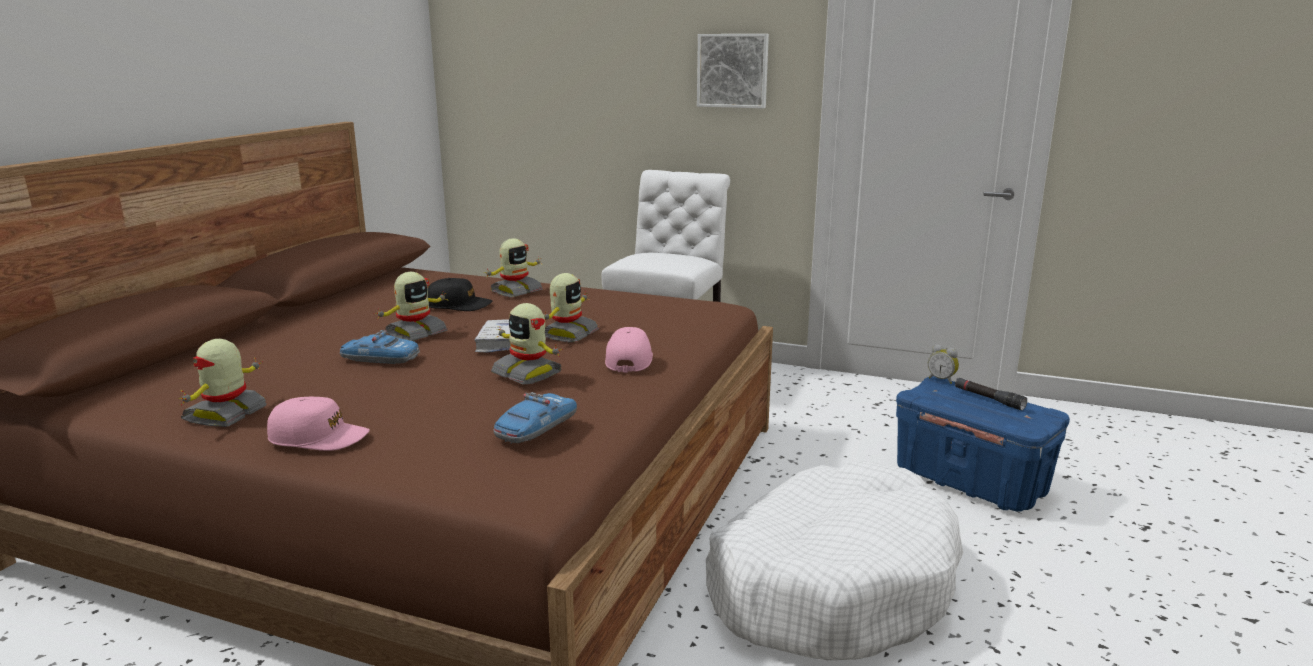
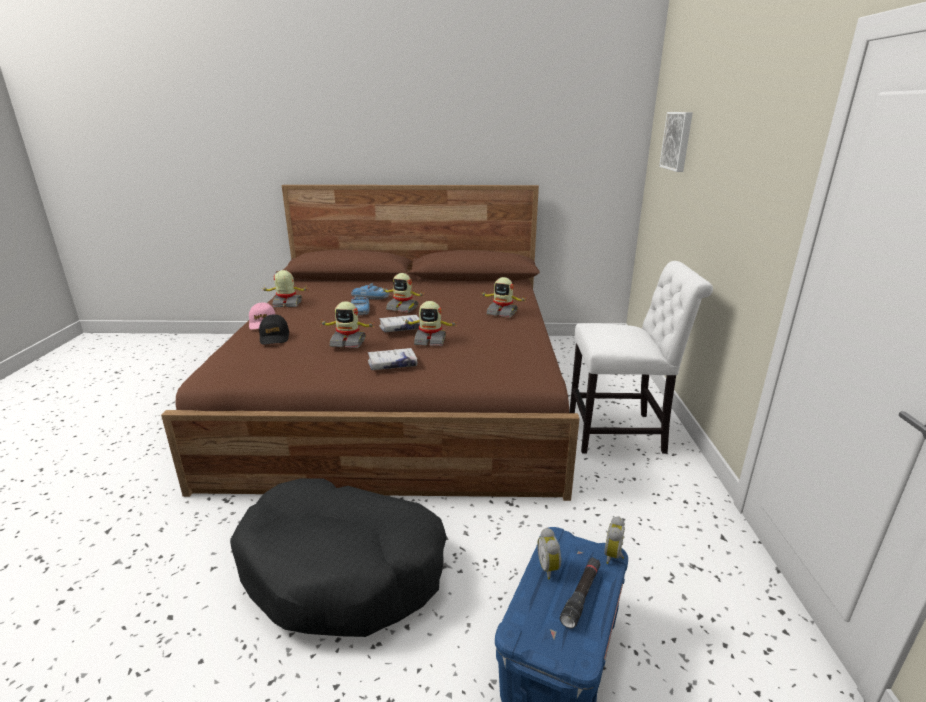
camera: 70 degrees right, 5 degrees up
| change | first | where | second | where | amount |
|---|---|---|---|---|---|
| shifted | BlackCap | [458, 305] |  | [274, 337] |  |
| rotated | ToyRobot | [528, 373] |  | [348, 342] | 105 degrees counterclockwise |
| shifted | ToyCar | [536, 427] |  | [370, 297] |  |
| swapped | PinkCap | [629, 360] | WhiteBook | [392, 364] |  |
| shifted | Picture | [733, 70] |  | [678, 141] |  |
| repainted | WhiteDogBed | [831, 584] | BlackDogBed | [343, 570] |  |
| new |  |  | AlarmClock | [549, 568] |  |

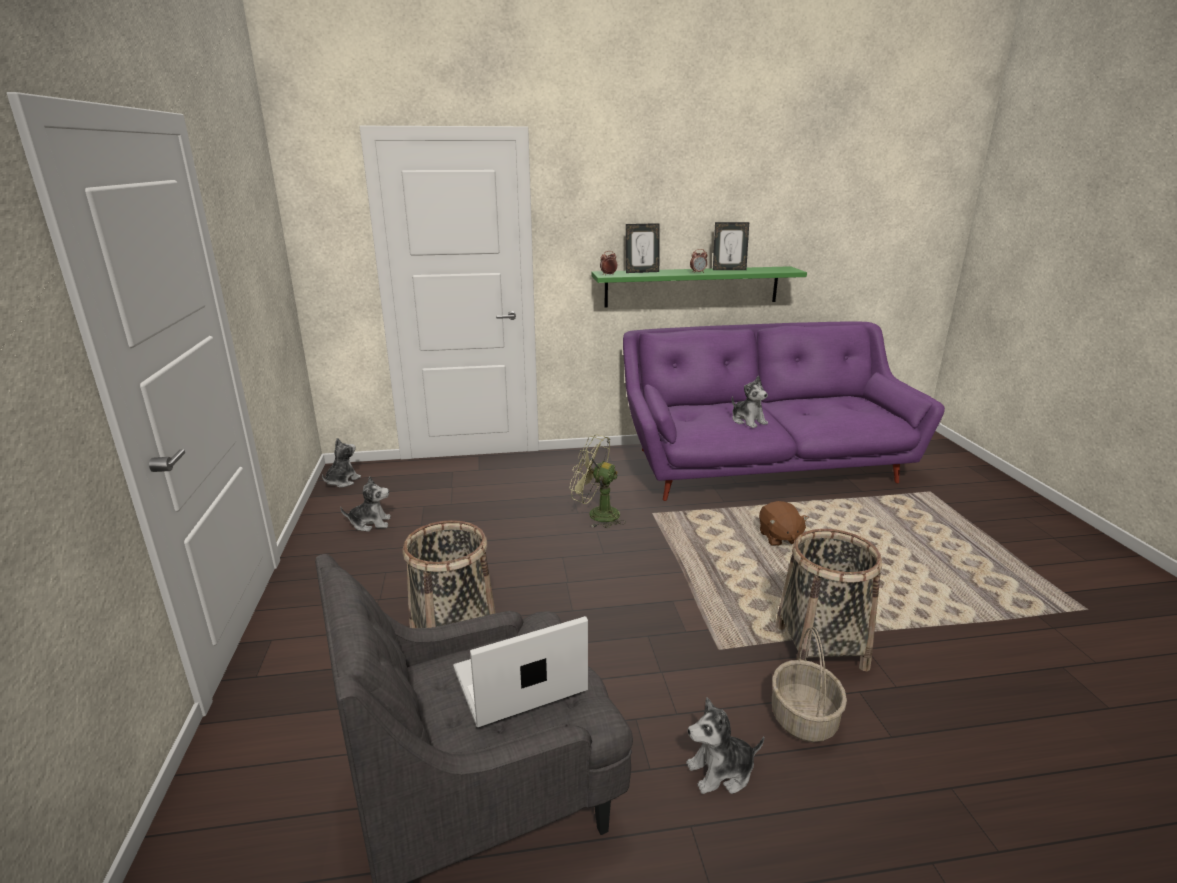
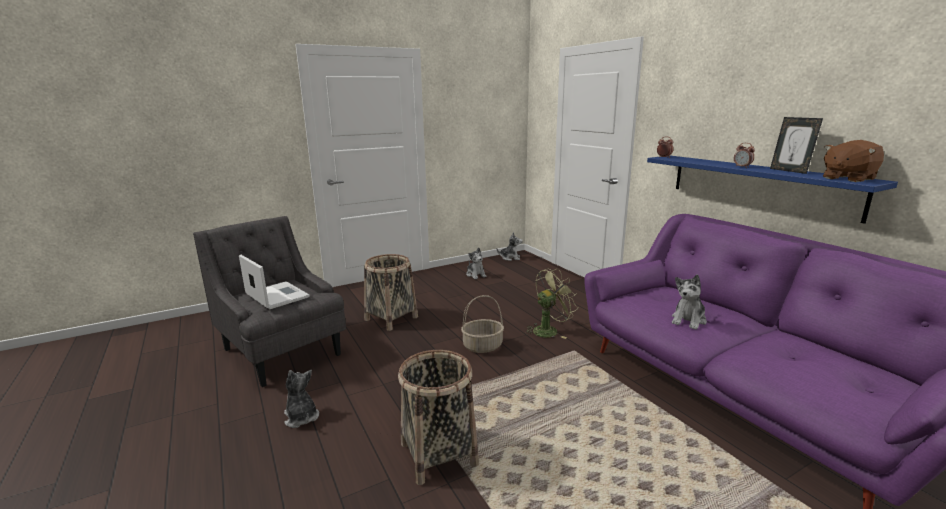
camera: 70 degrees right, 5 degrees down
| change | first | where | second | where | amount |
|---|---|---|---|---|---|
| rotated | GreenFan | [596, 514] |  | [549, 330] | 60 degrees clockwise |
| repainted | GreenShelf | [692, 286] | BlueShelf | [758, 184] |  |
| gone | PictureFrame | [641, 272] |  |  |  |
| shifted | BrownPlushToy | [779, 537] |  | [848, 178] |  |
| shifted | Basket | [804, 719] |  | [482, 346] |  |

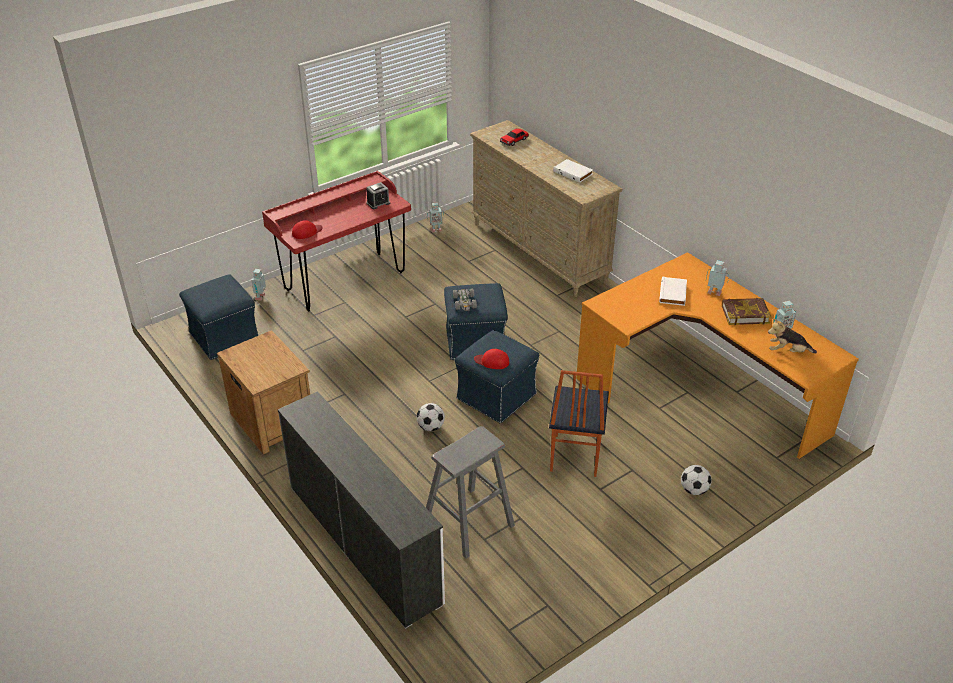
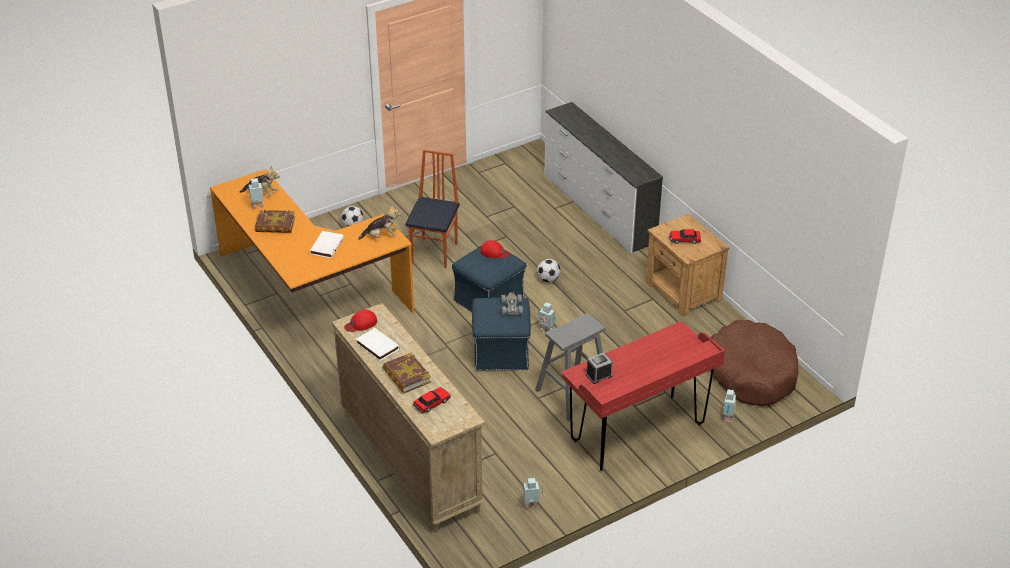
camera: 175 degrees left, 0 degrees up
| change | first | where | second | where | amount |
|---|---|---|---|---|---|
| swapped | BlueOttoman | [224, 336] | BrownDogBed | [752, 373] |  |
| shifted | RedCap | [307, 232] |  | [361, 323] |  |
| shifted | GreyStool | [468, 522] |  | [573, 395] |  |
| shifted | ToyRobot | [714, 293] |  | [546, 330] |  |
| new |  |  | PlushToy | [381, 236] |  |
| new |  |  | Book | [406, 376] |  |
| new |  |  | ToyCar | [684, 239] |  |

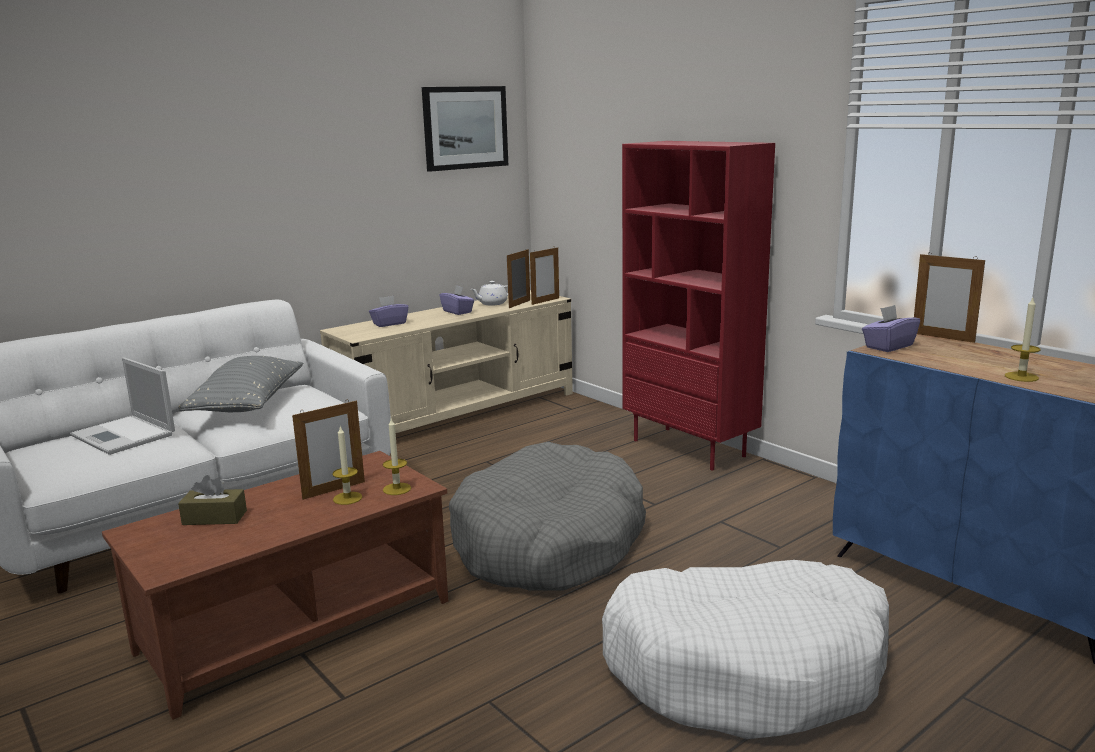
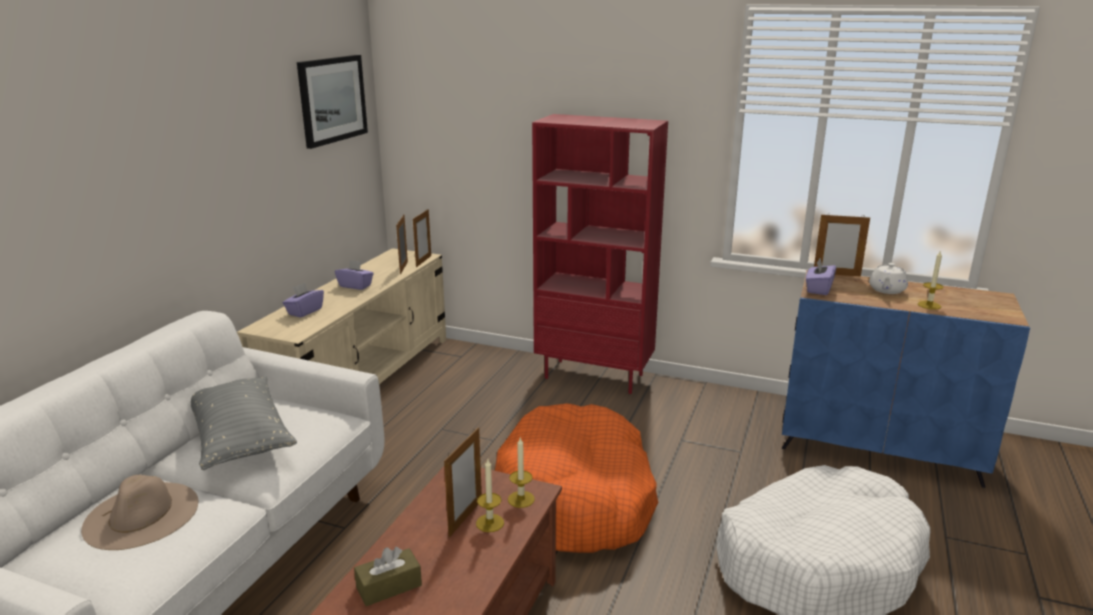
camera: 30 degrees left, 5 degrees up
| change | first | where | second | where | amount |
|---|---|---|---|---|---|
| swapped | Laptop | [124, 435] | BeigeHat | [142, 515] |  |
| repainted | GreyDogBed | [548, 542] | OrangeDogBed | [577, 497] |  |
| shifted | WhiteTeapot | [492, 303] |  | [886, 290] |  |

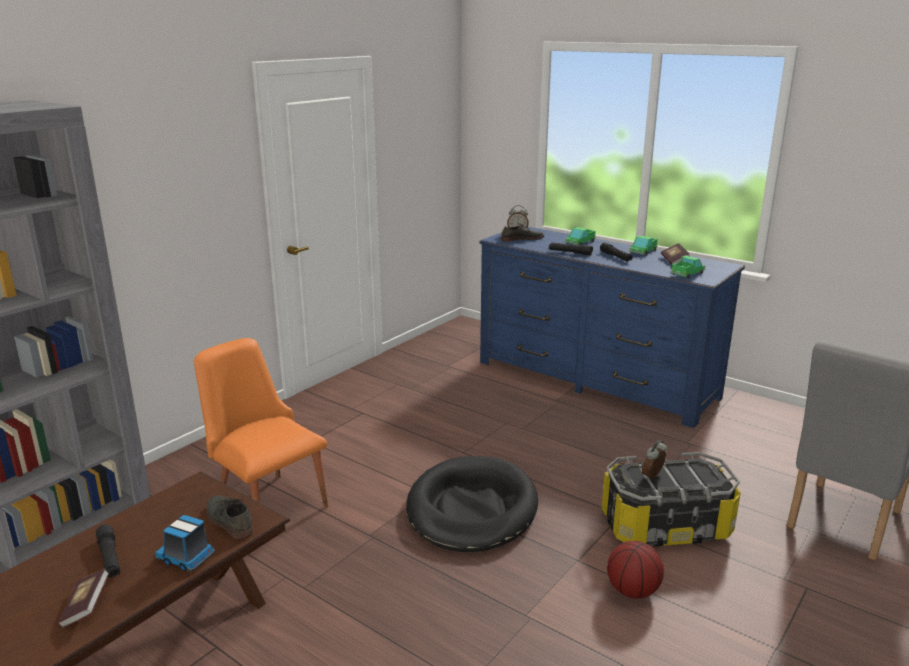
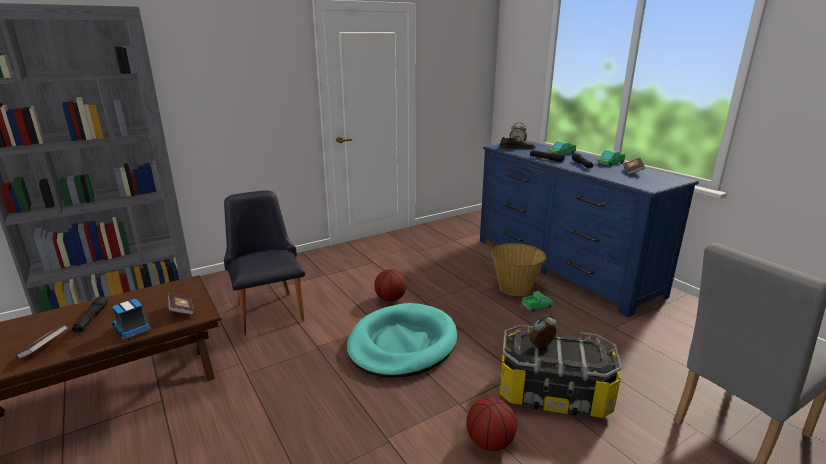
camera: 20 degrees right, 0 degrees up
| change | first | where | second | where | amount |
|---|---|---|---|---|---|
| repainted | OrangeChair | [266, 501] | BlackChair | [269, 308] |  |
| swapped | GreyShoe | [228, 520] | Book | [182, 310] |  |
| repainted | BlackDogBed | [471, 509] | TurquoiseDogBed | [402, 344] |  |
| shifted | ToyTruck | [687, 274] |  | [537, 306] |  |
| new |  |  | Basketball | [391, 299] |  |
| new |  |  | Basket | [515, 288] |  |

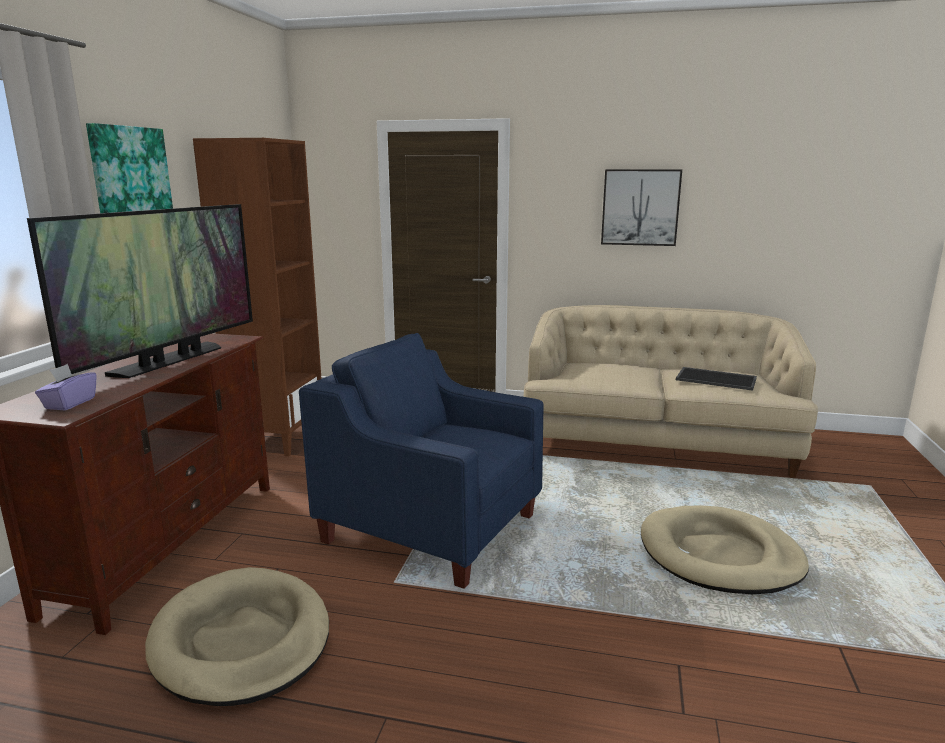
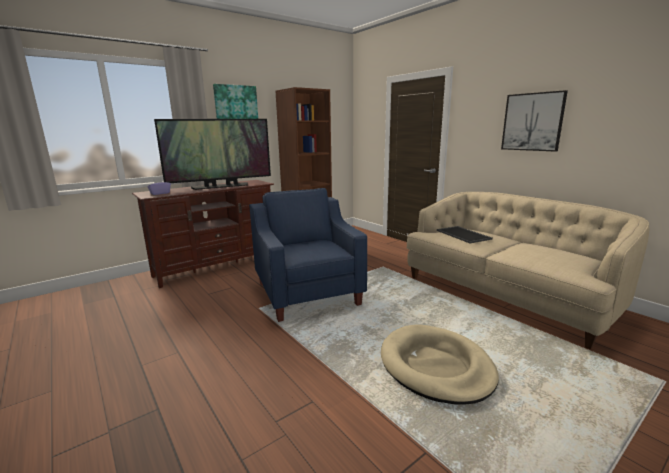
camera: 40 degrees right, 0 degrees up
| change | first | where | second | where | amount |
|---|---|---|---|---|---|
| gone | BeigeDogBed | [241, 640] |  |  |  |
| shifted | Tray | [717, 379] |  | [464, 235] |  |

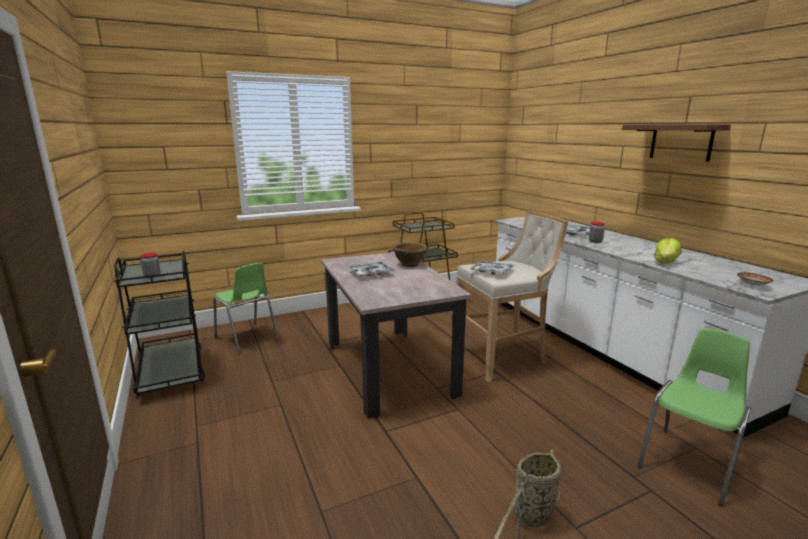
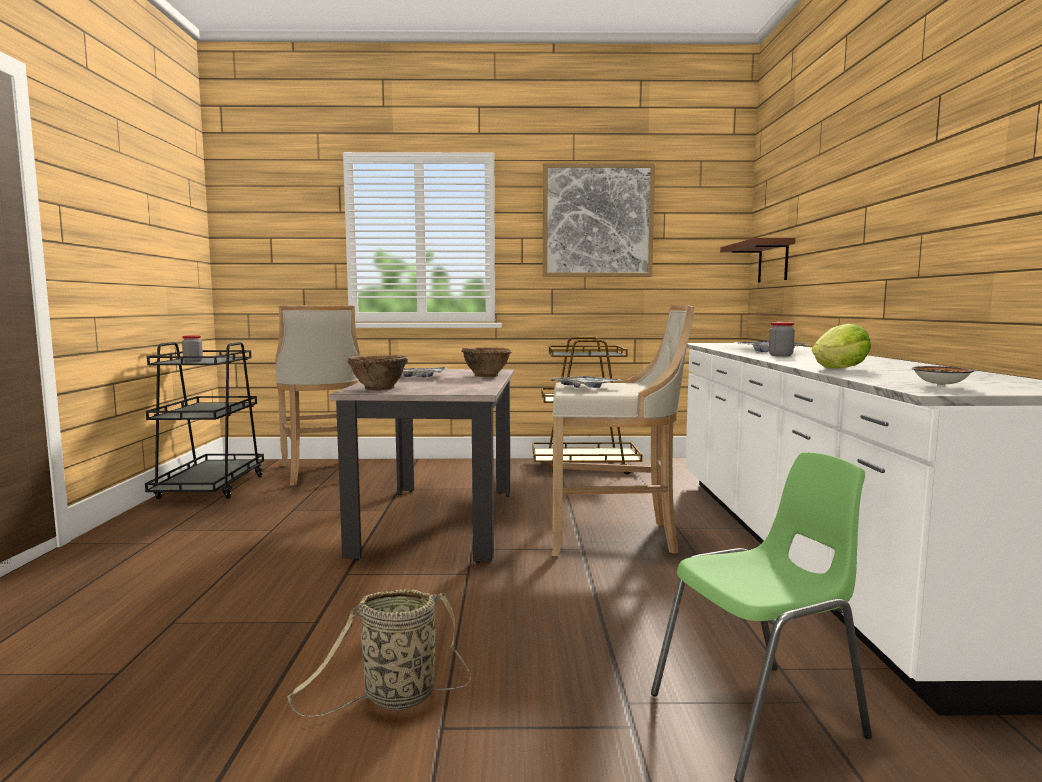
camera: 25 degrees right, 10 degrees down
| change | first | where | second | where | amount |
|---|---|---|---|---|---|
| swapped | GreenChair | [247, 338] | BeigeStool | [322, 473] |  |
| shifted | BrownShelf | [681, 142] |  | [773, 262] |  |
| new |  |  | BrownBowl | [378, 389] |  |
| new |  |  | Picture | [597, 221] |  |

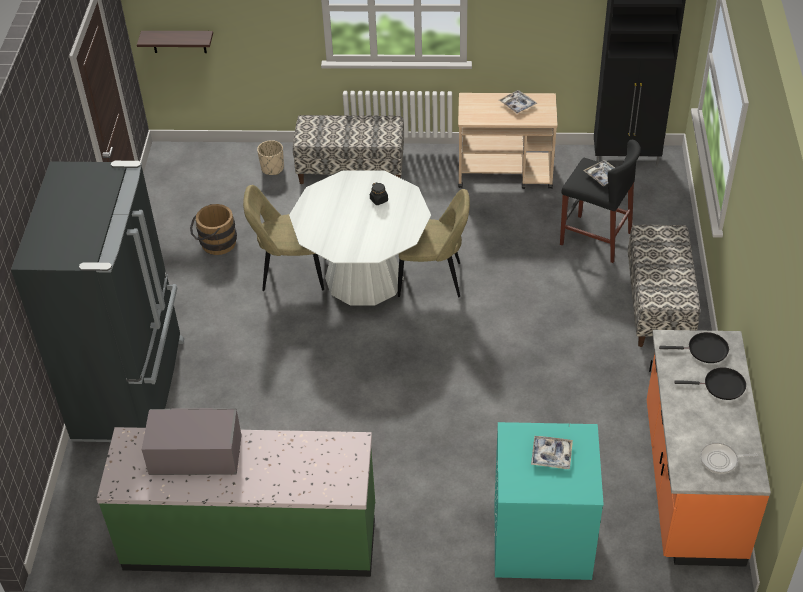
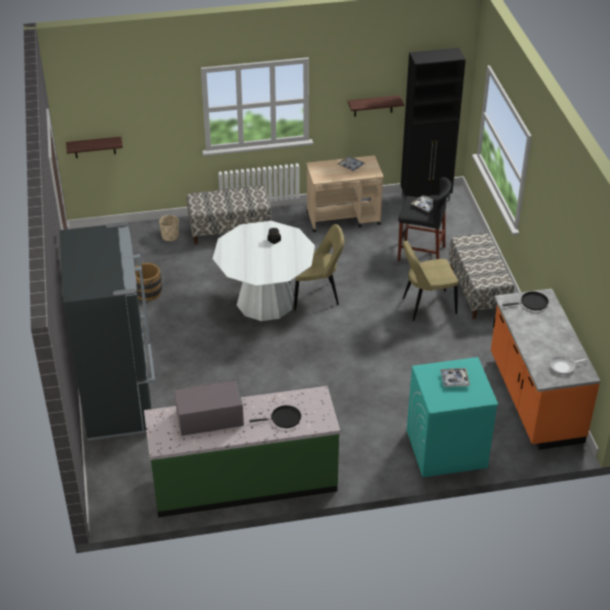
camera: 15 degrees left, 5 degrees down
| change | first | where | second | where | amount |
|---|---|---|---|---|---|
| shifted | BeigeChair | [290, 274] |  | [426, 306] |  |
| shifted | BlackFryingPan | [721, 386] |  | [283, 419] |  |
| new |  |  | Shelf | [373, 105] |  |

